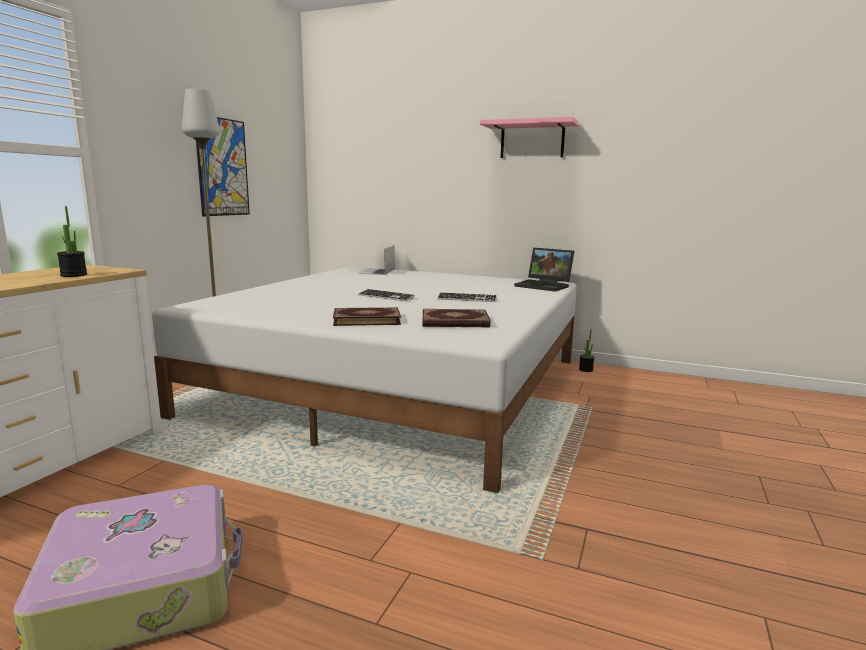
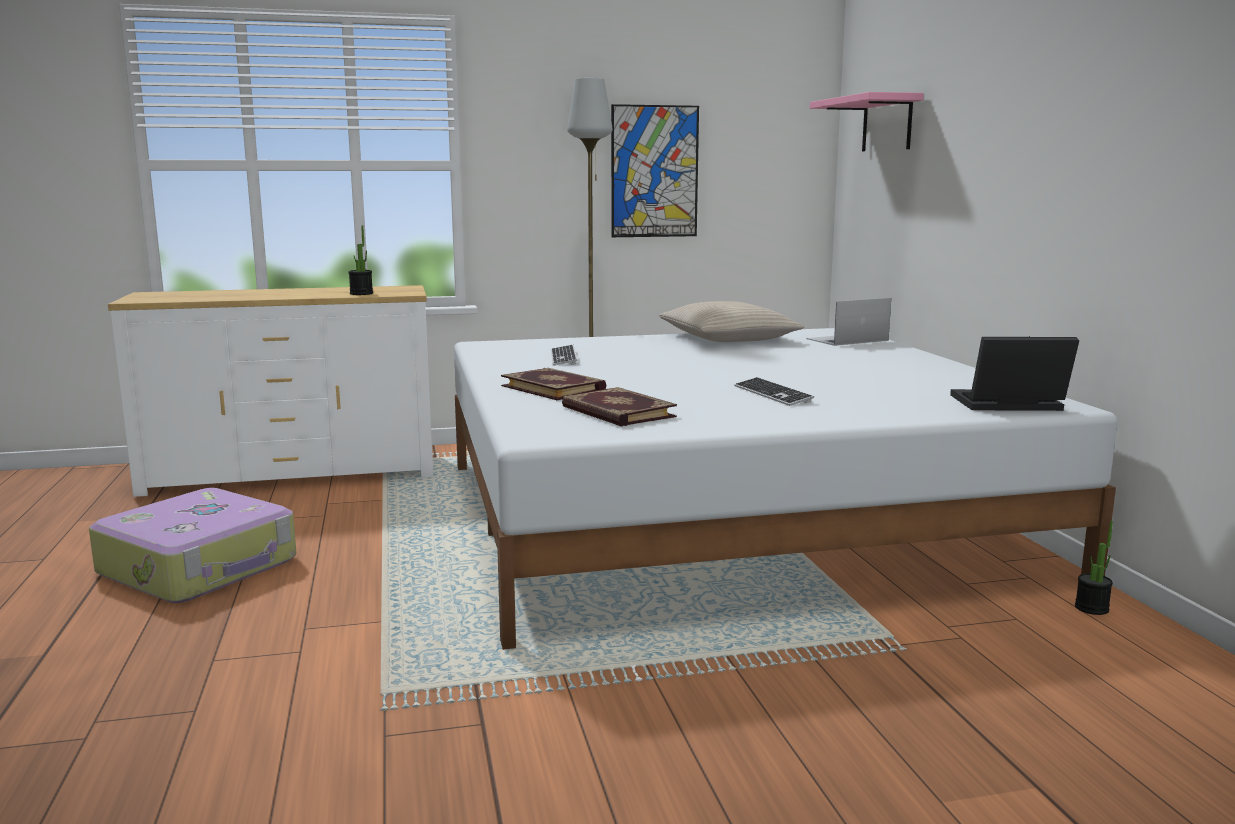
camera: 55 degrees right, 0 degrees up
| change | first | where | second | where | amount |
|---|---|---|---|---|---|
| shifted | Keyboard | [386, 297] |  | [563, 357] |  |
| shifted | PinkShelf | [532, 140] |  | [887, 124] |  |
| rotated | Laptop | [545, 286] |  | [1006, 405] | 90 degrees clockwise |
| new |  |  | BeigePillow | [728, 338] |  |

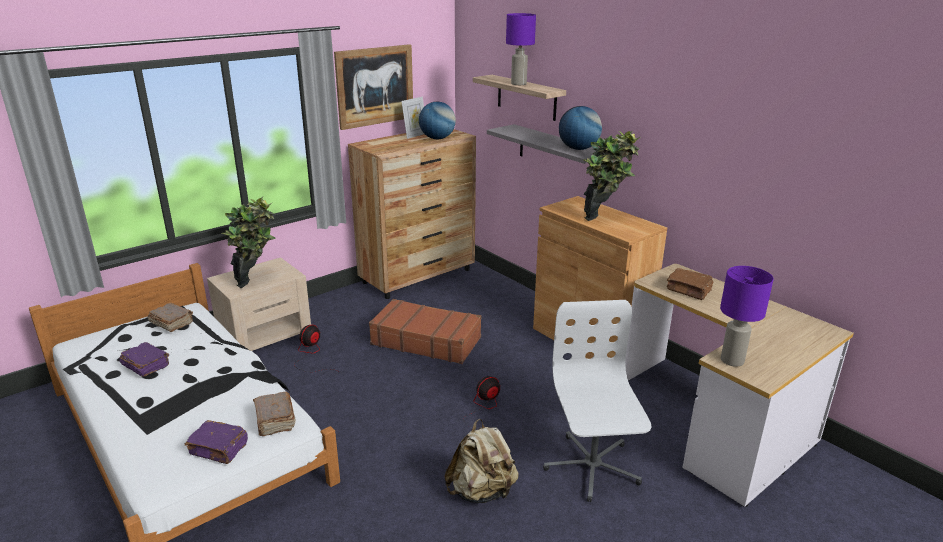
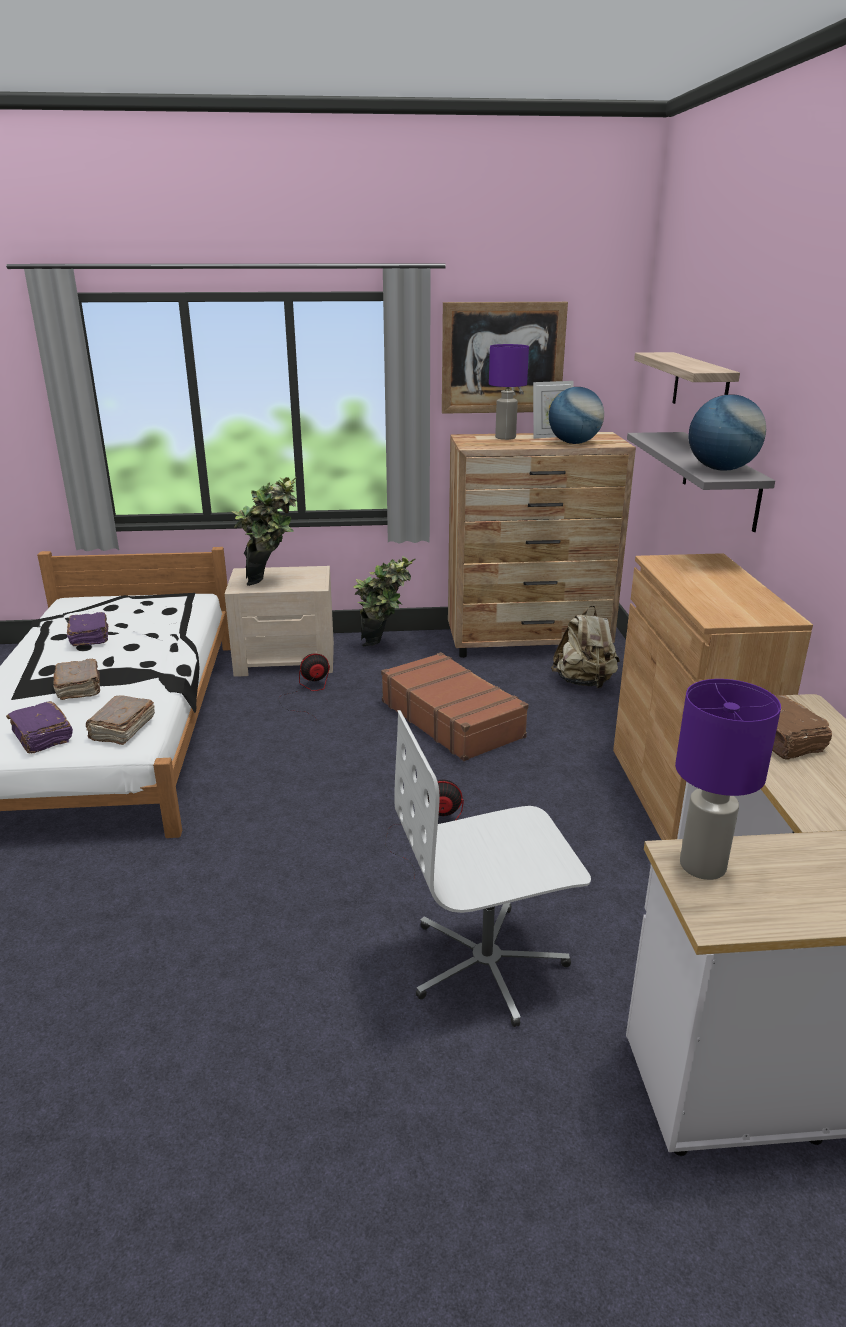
camera: 35 degrees right, 0 degrees up
| change | first | where | second | where | amount |
|---|---|---|---|---|---|
| shifted | BrownBook | [171, 323] |  | [80, 688] |  |
| shifted | BeigeBackpack | [481, 492] |  | [584, 682] |  |
| shifted | PurpleTableLamp | [519, 84] |  | [506, 438] |  |
| rotated | WhiteOfficeChair | [591, 467] |  | [487, 963] | 135 degrees counterclockwise |
| shifted | PottedPlant | [604, 218] |  | [385, 648] |  |

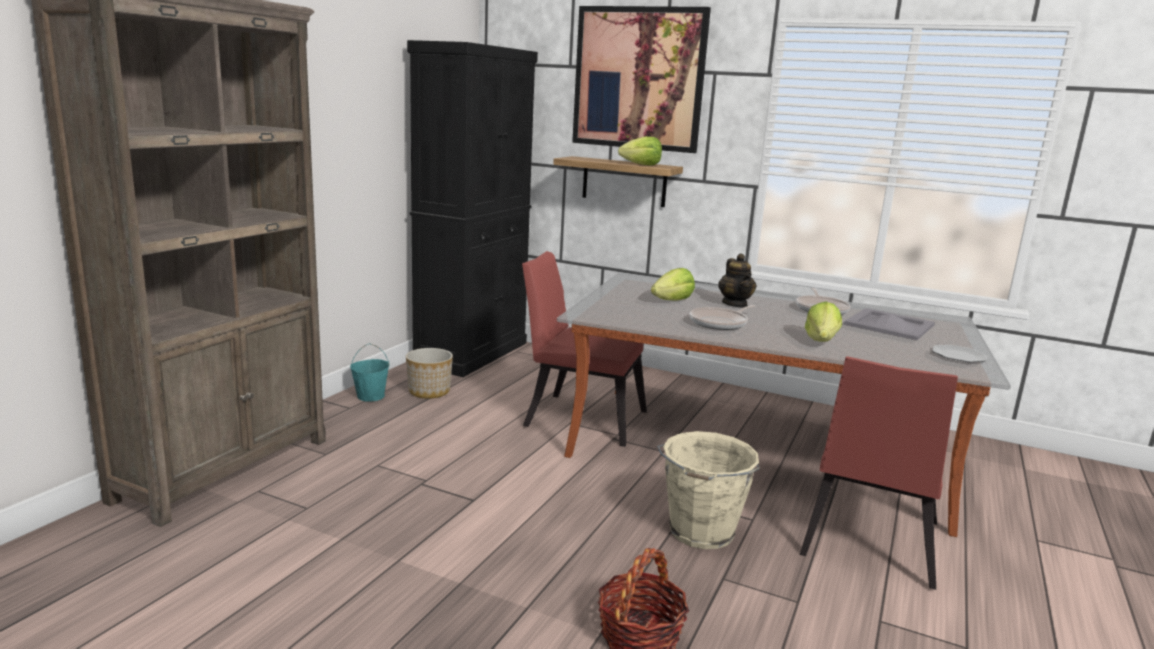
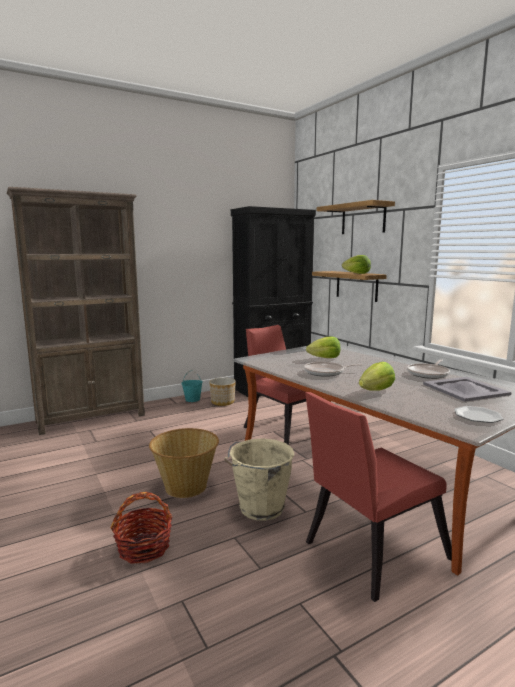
camera: 35 degrees right, 5 degrees down
| change | first | where | second | where | amount |
|---|---|---|---|---|---|
| swapped | Picture | [638, 79] | Shelf | [363, 219] |  |
| gone | Teapot | [735, 304] |  |  |  |
| new |  |  | Basket | [186, 486] |  |

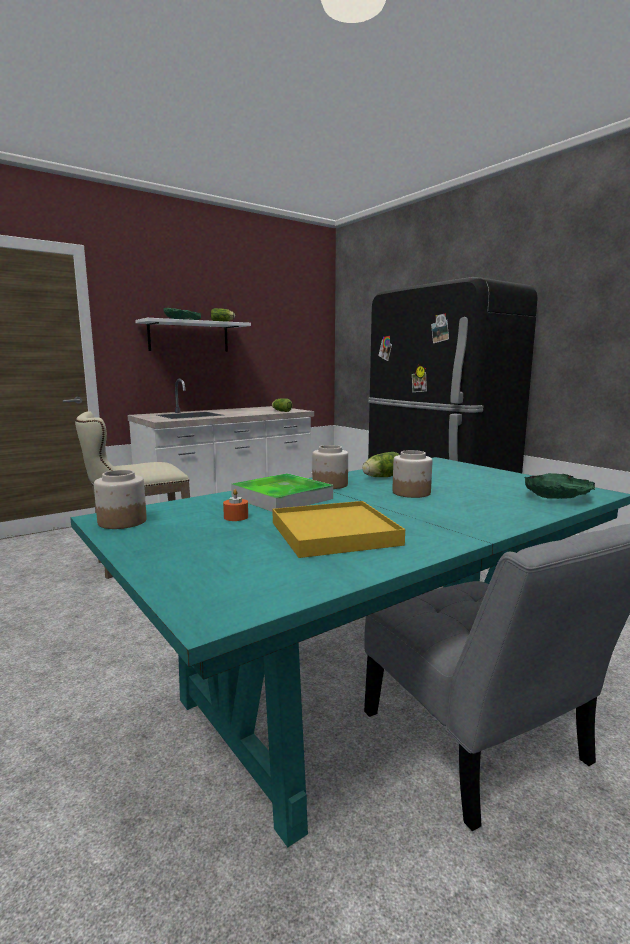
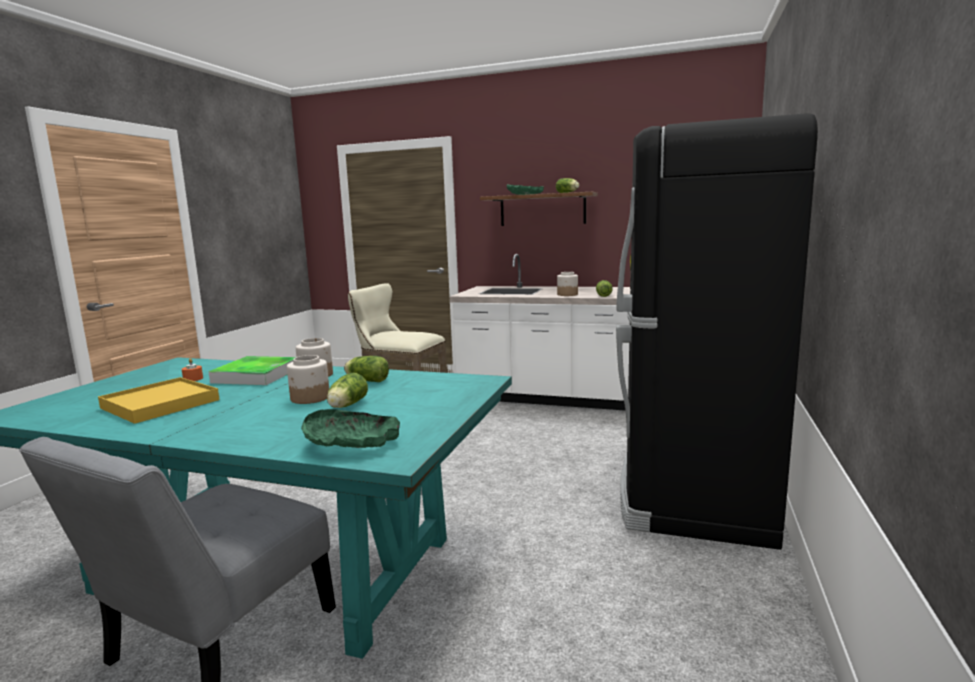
camera: 55 degrees right, 0 degrees up
| change | first | where | second | where | amount |
|---|---|---|---|---|---|
| shifted | Jar | [121, 522] |  | [567, 294] |  |
| repainted | WhiteShelf | [189, 336] | BrownShelf | [542, 210] |  |
| new |  |  | Lettuce | [346, 406] |  |

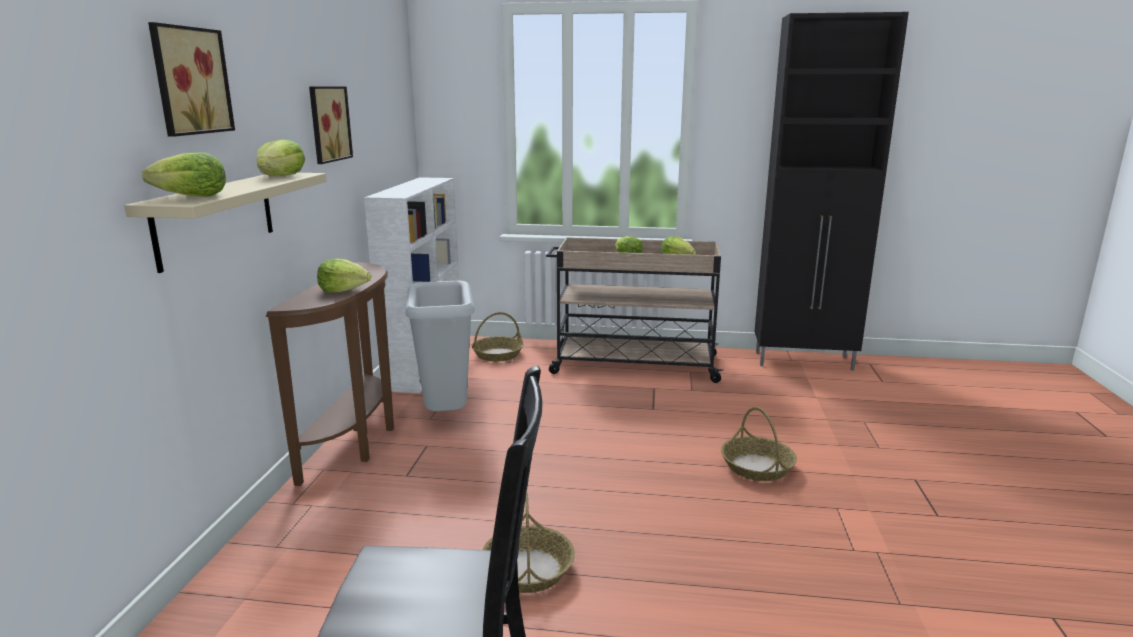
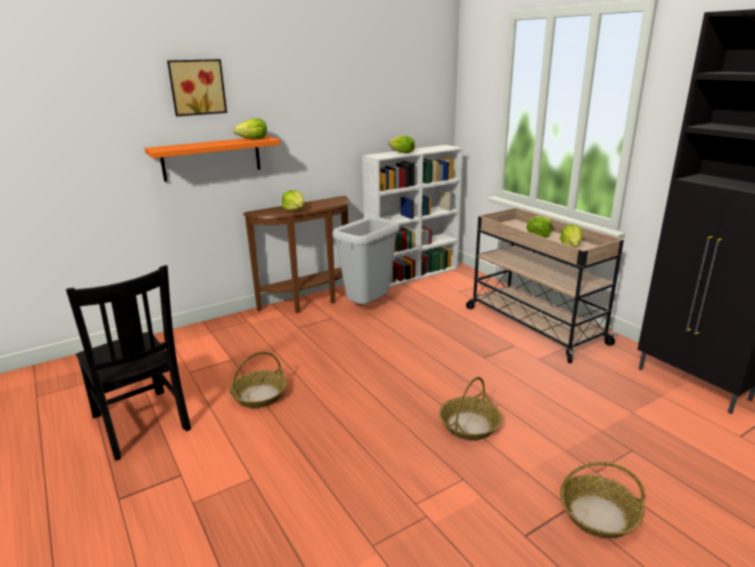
camera: 50 degrees right, 5 degrees up
| change | first | where | second | where | amount |
|---|---|---|---|---|---|
| repainted | BeigeShelf | [216, 218] | OrangeShelf | [212, 158] |  |
| shifted | Lettuce | [192, 197] |  | [402, 152] |  |
| gone | Picture | [327, 124] |  |  |  |
| shifted | Basket | [498, 354] |  | [598, 514] |  |

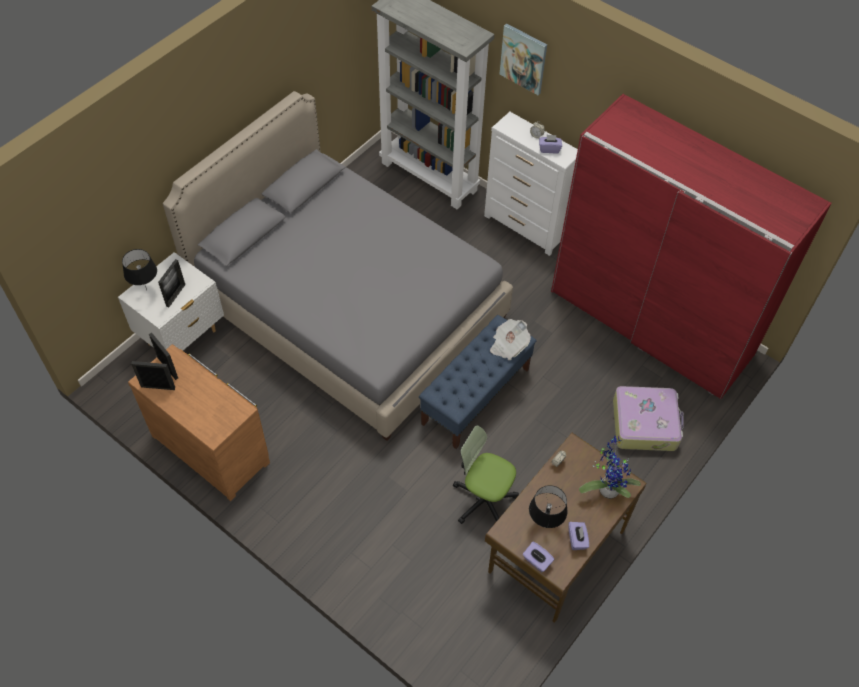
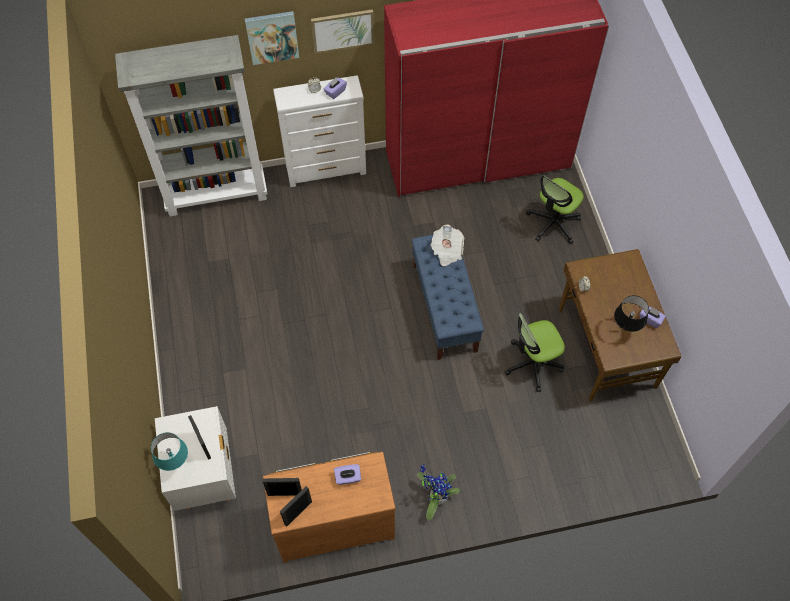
camera: 50 degrees left, 5 degrees up
| change | first | where | second | where | amount |
|---|---|---|---|---|---|
| repainted | BlackTableLamp | [146, 290] | TurquoiseTableLamp | [176, 465] |  |
| gone | GreyBed | [349, 309] |  |  |  |
| shifted | PurpleTissueBox | [537, 561] |  | [348, 478] |  |
| shifted | PottedPlant | [607, 488] |  | [436, 496] |  |
| swapped | Suitcase | [645, 423] | OfficeChair | [553, 223] |  |
| new |  |  | Picture | [342, 30] |  |

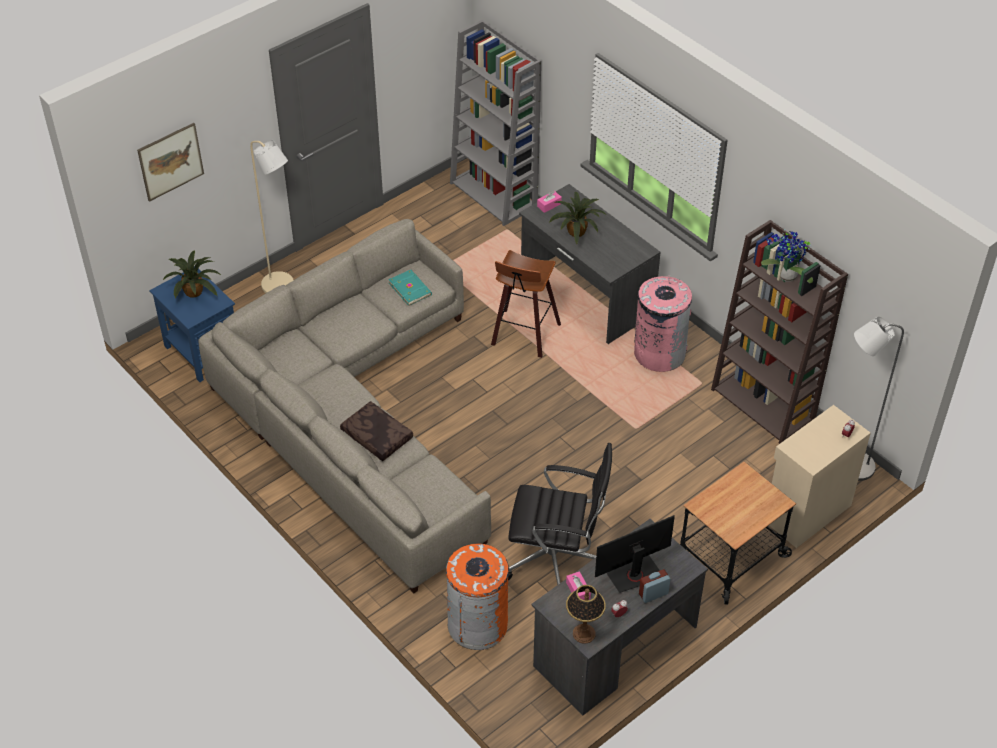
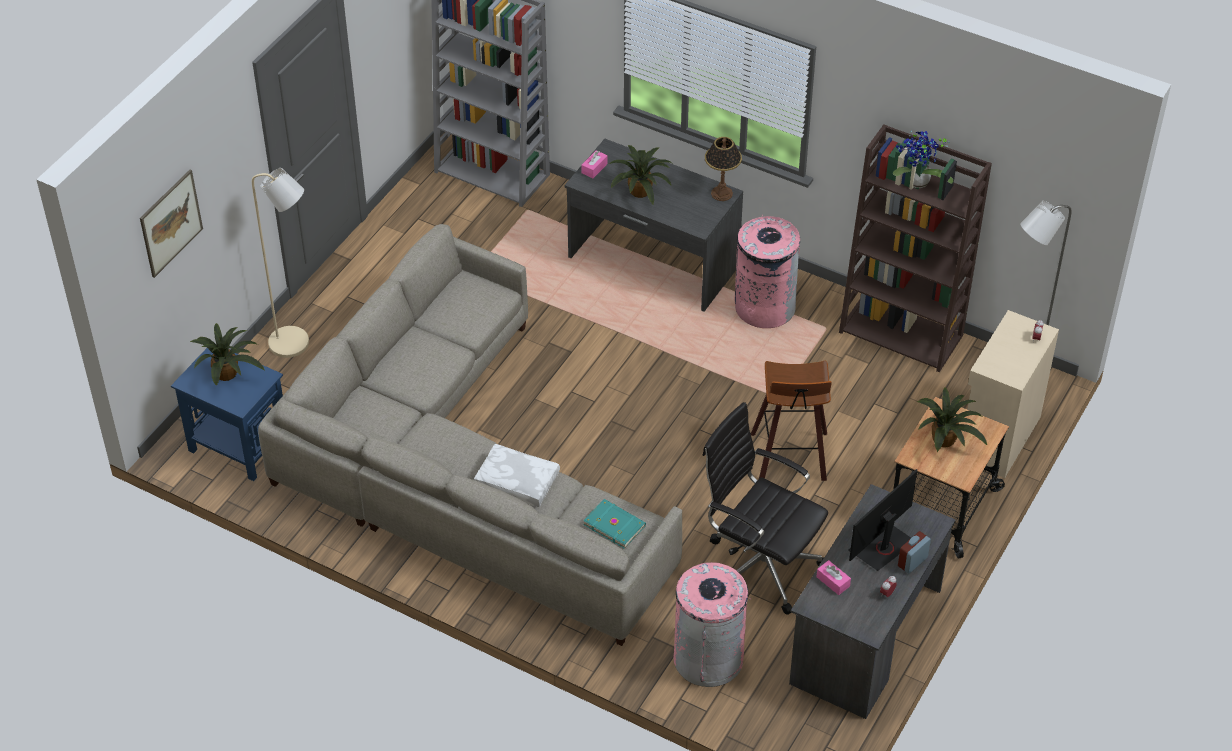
camera: 20 degrees left, 0 degrees up
| change | first | where | second | where | amount |
|---|---|---|---|---|---|
| repainted | BrownPillow | [375, 436] | WhitePillow | [515, 482] |  |
| shifted | TurquoiseBook | [410, 288] |  | [614, 524] |  |
| repainted | OrangeTrashCan | [478, 624] | PinkTrashCan | [708, 658] |  |
| shifted | Stool | [524, 335] |  | [791, 458] |  |
| rotated | BlackOfficeChair | [556, 560] |  | [760, 564] | 135 degrees counterclockwise |
| shifted | TableLamp | [583, 634] |  | [721, 193] |  |
| new |  |  | PottedPlant | [946, 439] |  |

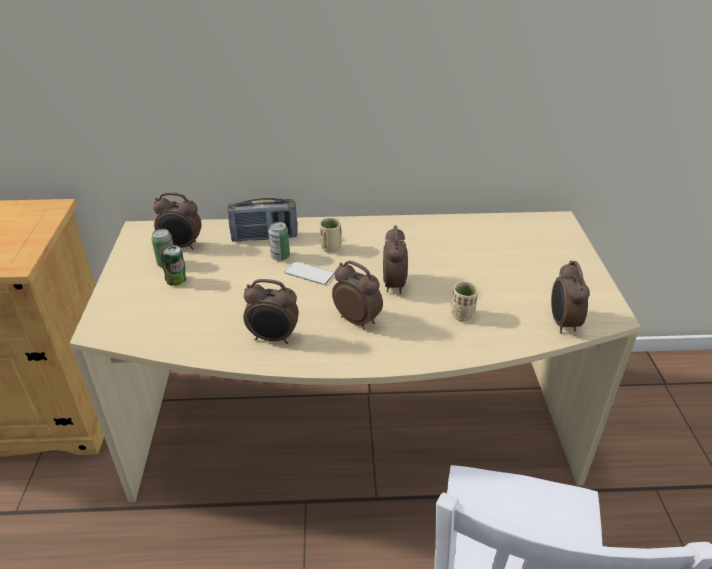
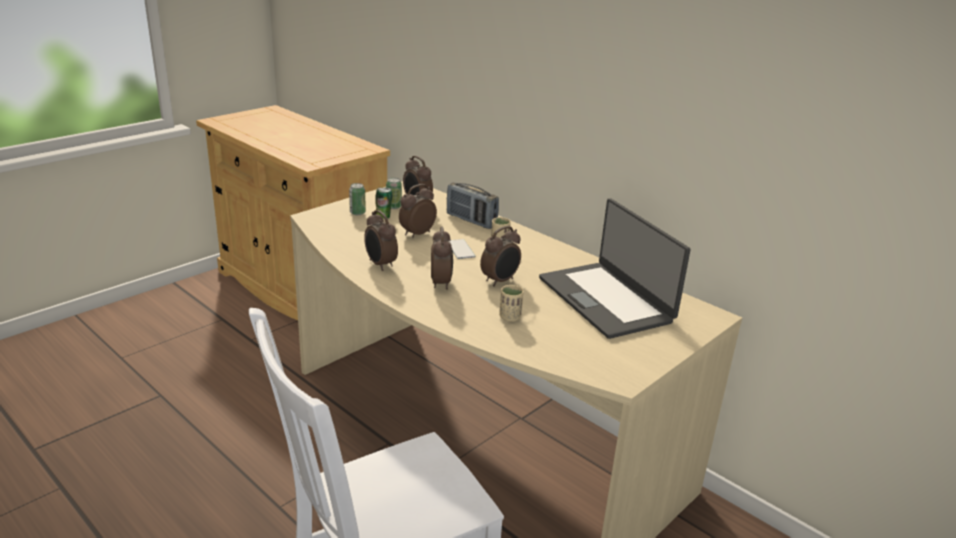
camera: 45 degrees right, 10 degrees down
| change | first | where | second | where | amount |
|---|---|---|---|---|---|
| shifted | Can | [280, 256] |  | [357, 213] |  |
| shifted | AlarmClock | [562, 323] |  | [416, 233] |  |
| new |  |  | Laptop | [606, 299] |  |

